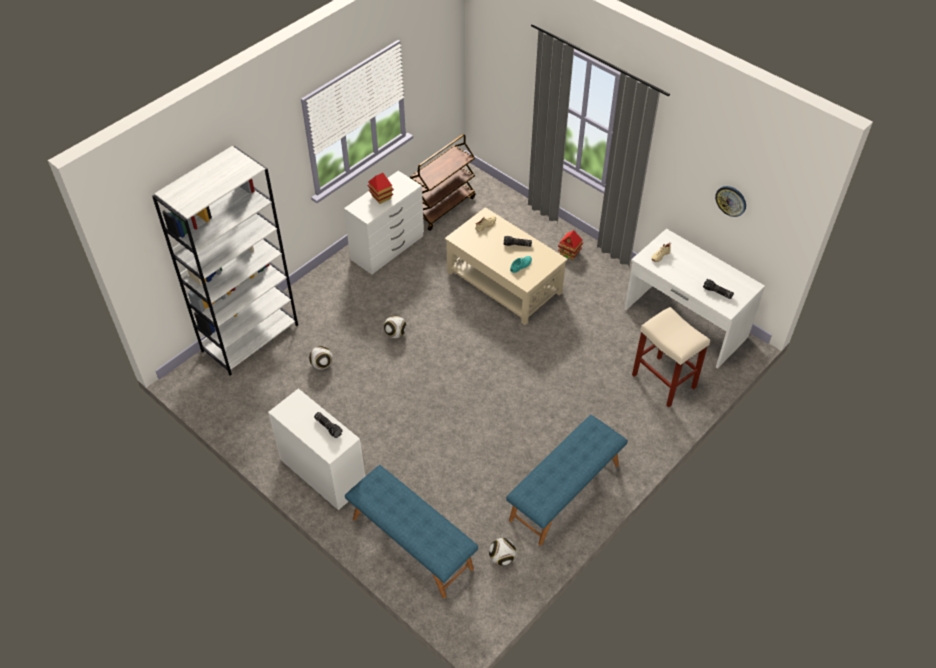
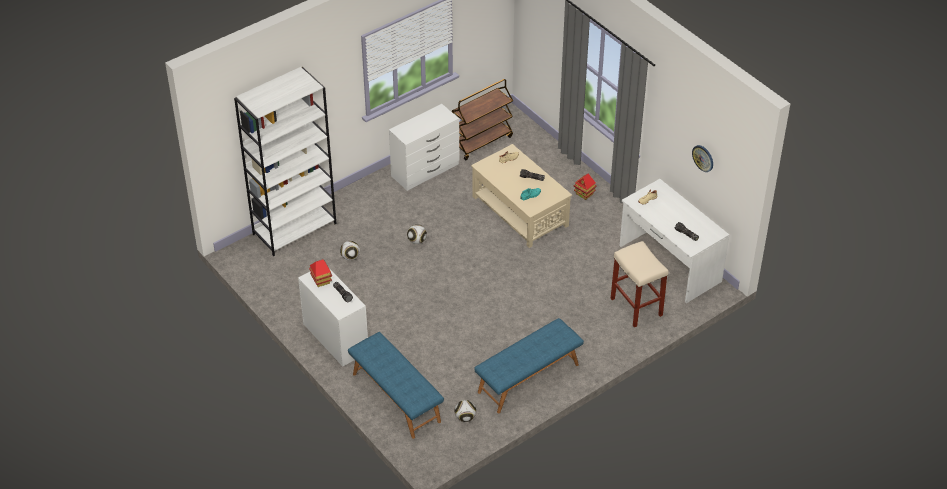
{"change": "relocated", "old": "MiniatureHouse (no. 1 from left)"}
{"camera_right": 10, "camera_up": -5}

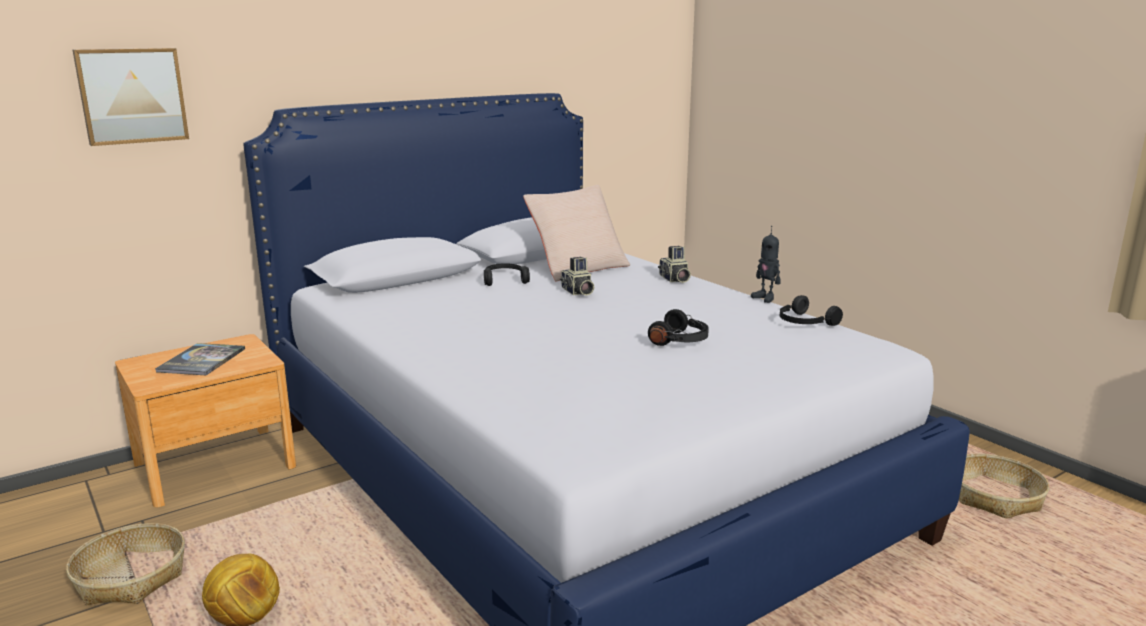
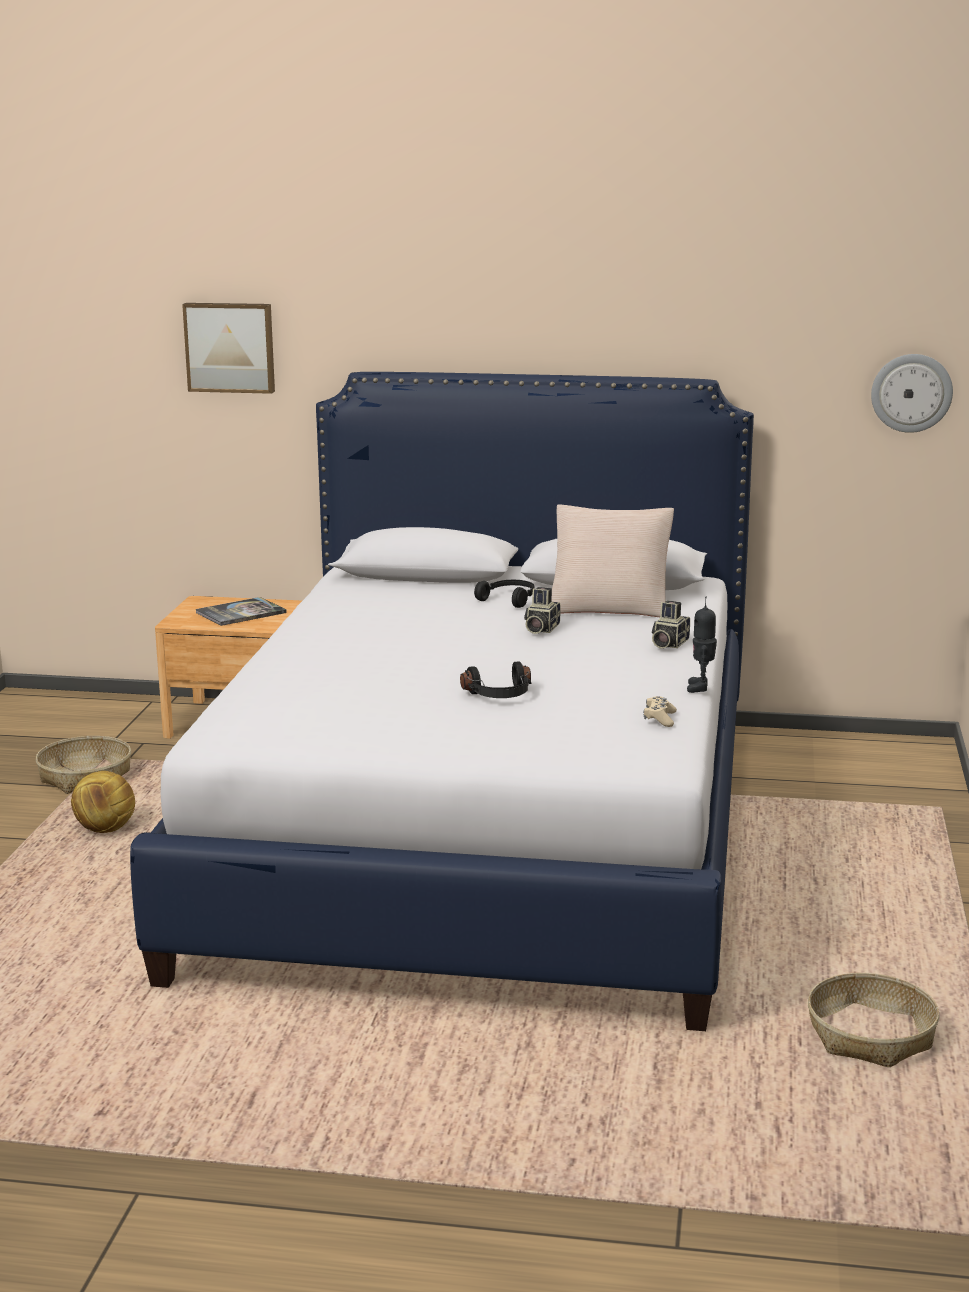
{"change": "exchanged", "old": "BlackHeadset (no. 3 from left)", "new": "BeigeColouredGameController"}
{"change": "appeared", "new": "ClockOnTheWall"}
{"camera_right": 45, "camera_up": 0}

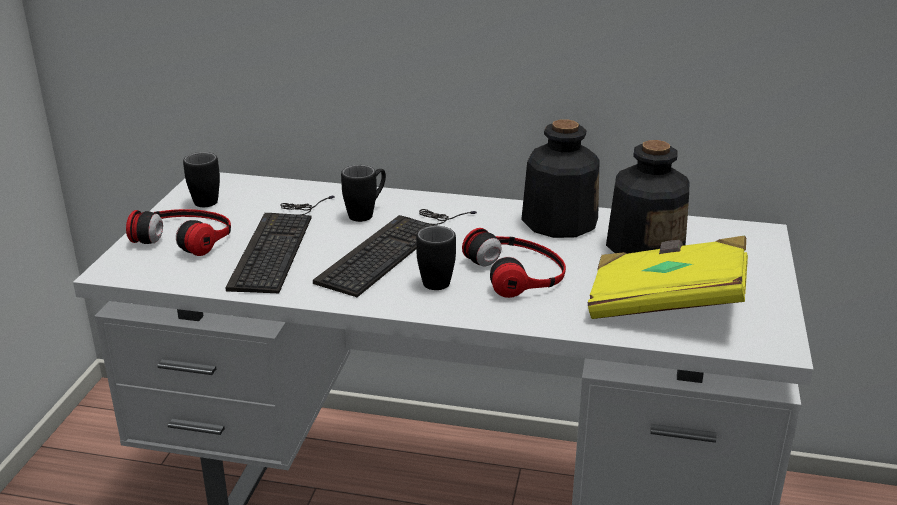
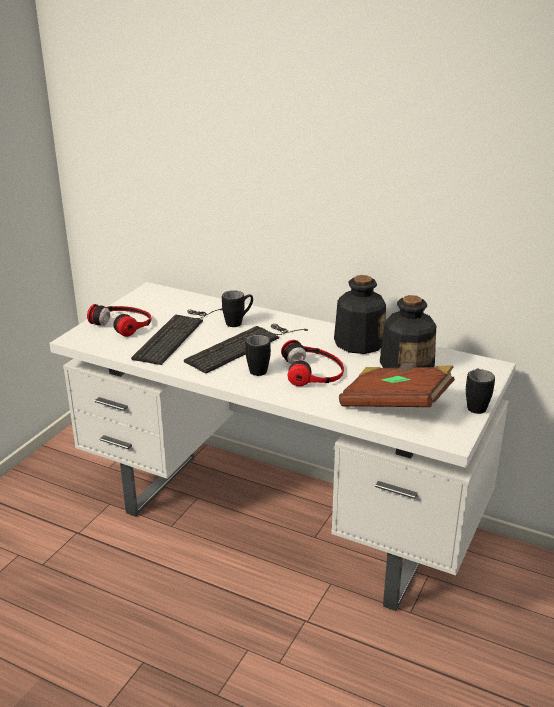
{"change": "colour", "old": "YellowColouredBoundBook", "new": "BrownColouredBoundBook"}
{"change": "relocated", "old": "BlackCoffeeMug (no. 1 from left in the first image)", "new": "BlackCoffeeMug (no. 3 from left)"}
{"camera_right": 15, "camera_up": 0}

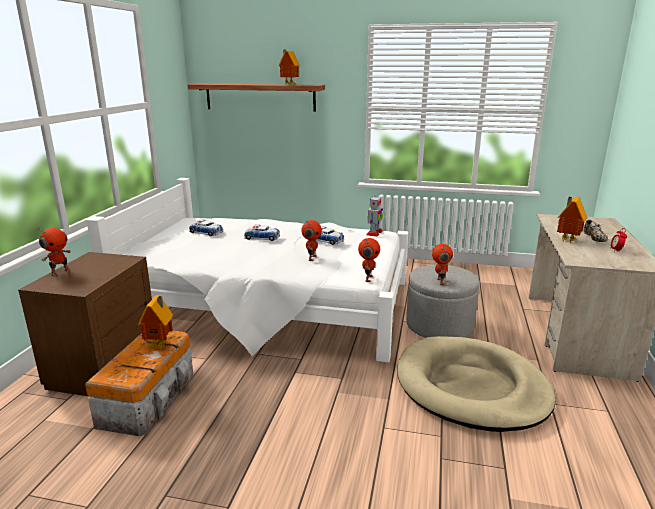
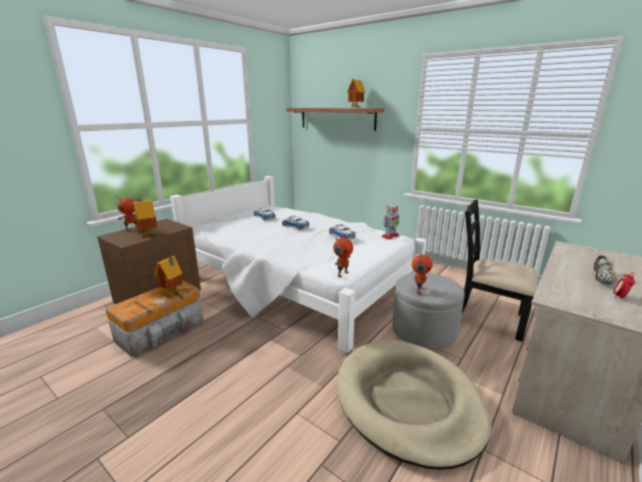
{"change": "relocated", "old": "MiniatureHouse (no. 3 from left in the first image)", "new": "MiniatureHouse (no. 1 from left)"}
{"change": "appeared", "new": "BlackUprightChair"}
{"change": "missing", "old": "ToyRobot (no. 2 from left)"}
{"camera_right": 25, "camera_up": 0}

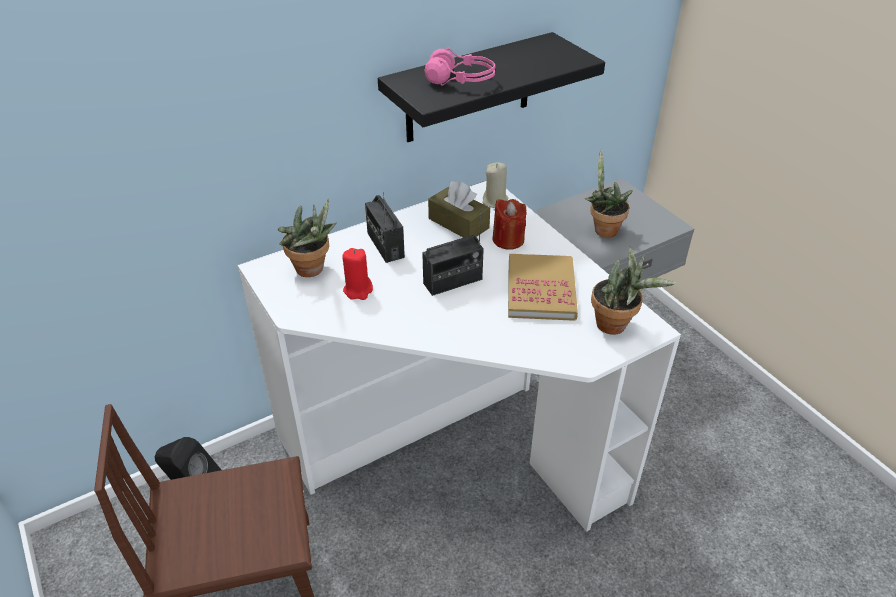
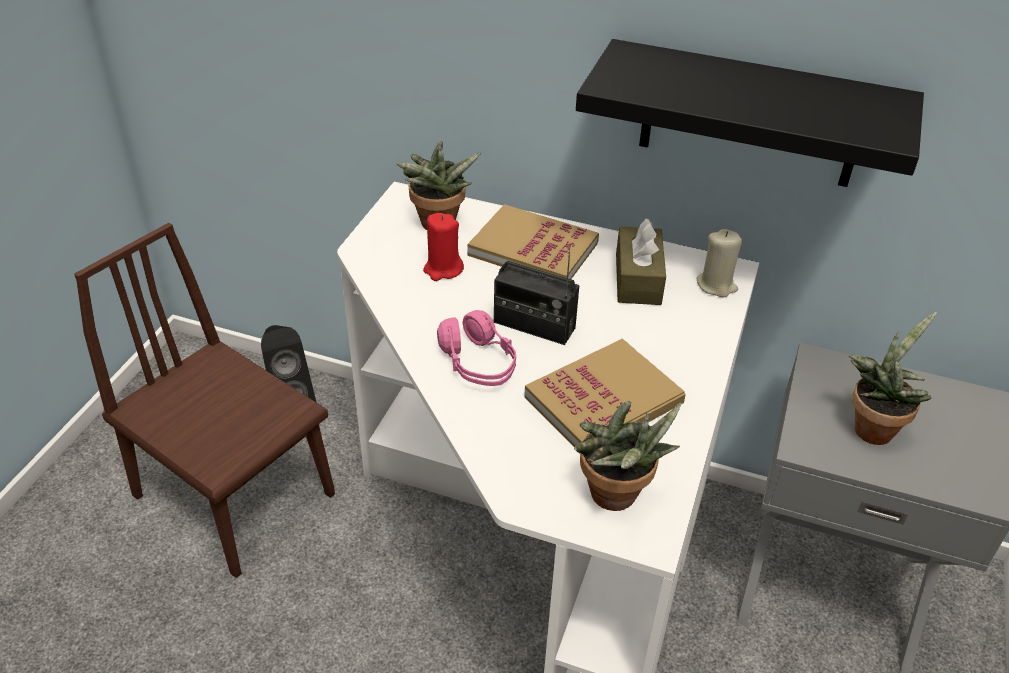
{"change": "relocated", "old": "PinkishHeadset"}
{"change": "exchanged", "old": "RadioReceiver (no. 1 from left)", "new": "BoundBook (no. 1 from left)"}
{"change": "missing", "old": "ReddishWaxCandle (no. 2 from left)"}
{"camera_right": 50, "camera_up": 0}

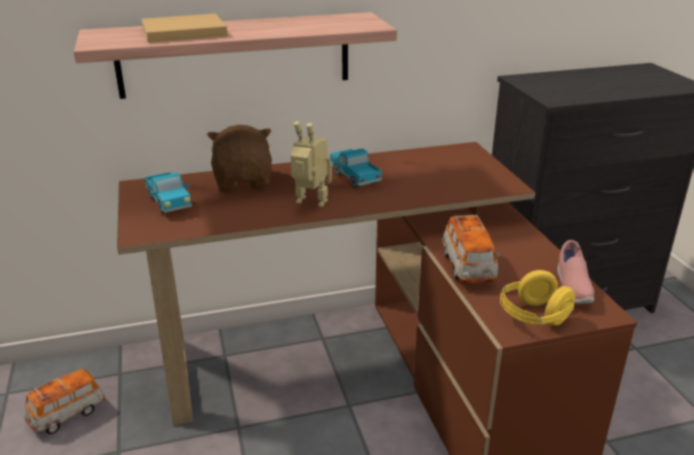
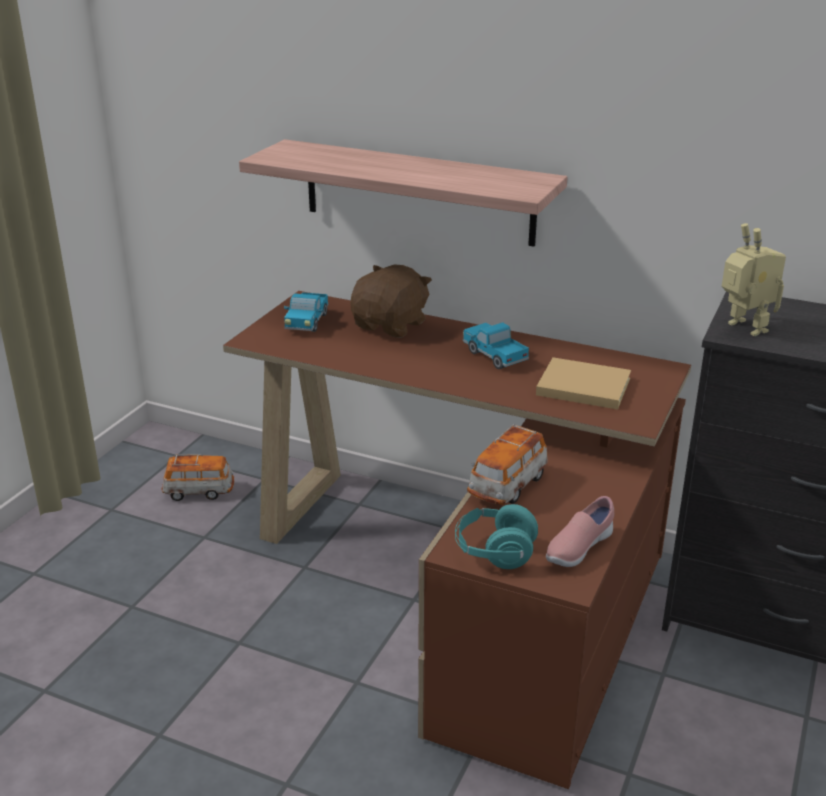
{"change": "colour", "old": "YellowColouredHeadset", "new": "TurquoiseColouredHeadset"}
{"change": "spun", "old": "ToyTruck (no. 2 from left)", "degrees": -45}
{"change": "relocated", "old": "BeigeColouredBoundBook"}
{"change": "relocated", "old": "ToyRobot"}
{"camera_right": 40, "camera_up": 0}

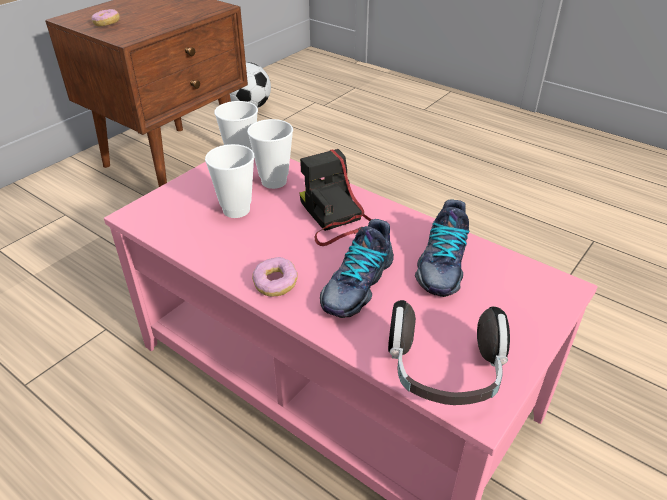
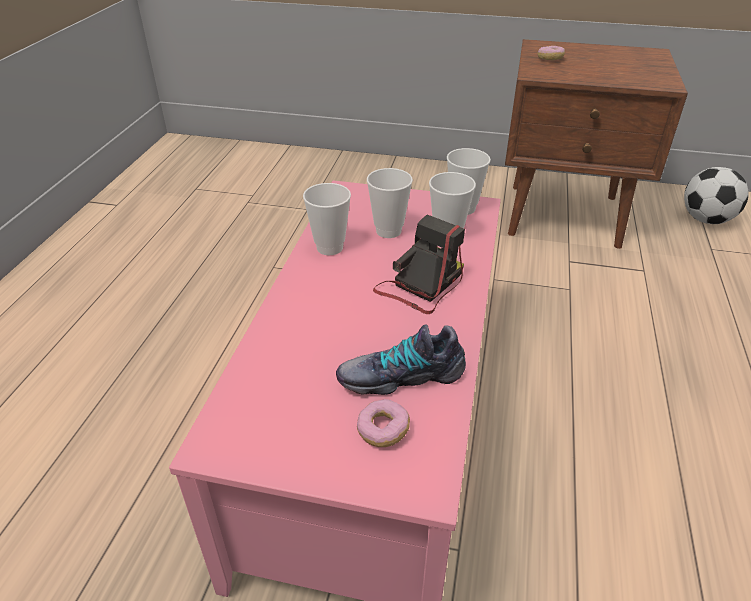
{"change": "appeared", "new": "SmallCup (no. 1 from left)"}
{"change": "relocated", "old": "RingDoughnut (no. 2 from left in the first image)", "new": "RingDoughnut (no. 1 from left)"}
{"change": "missing", "old": "ItemOfFootwear (no. 1 from left)"}
{"change": "missing", "old": "Headset"}
{"camera_right": 65, "camera_up": 0}

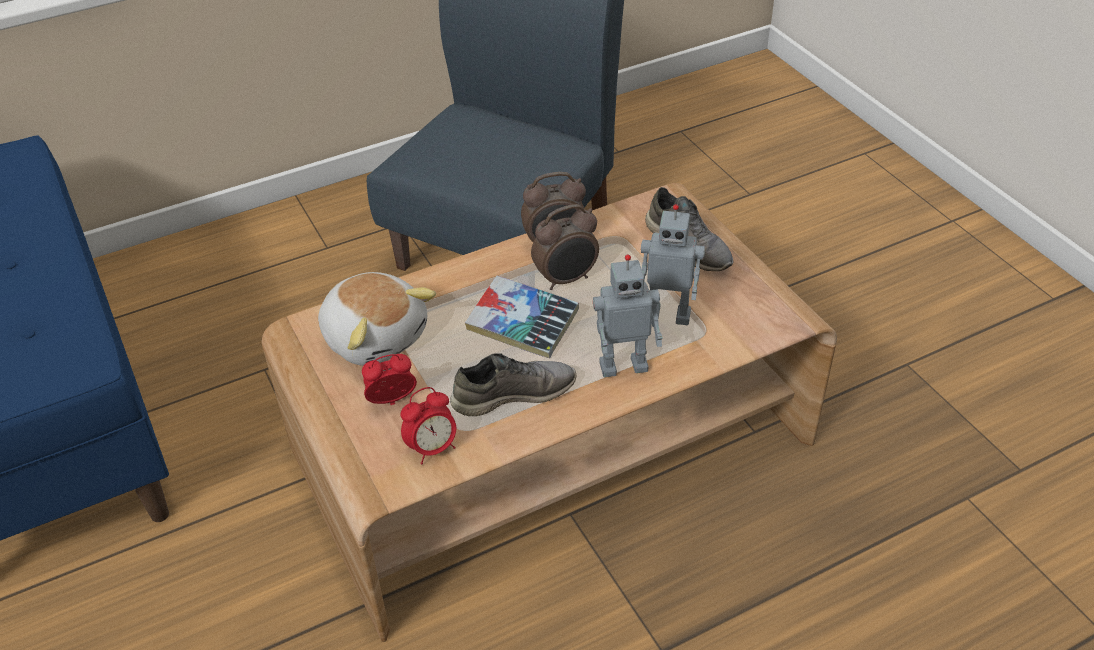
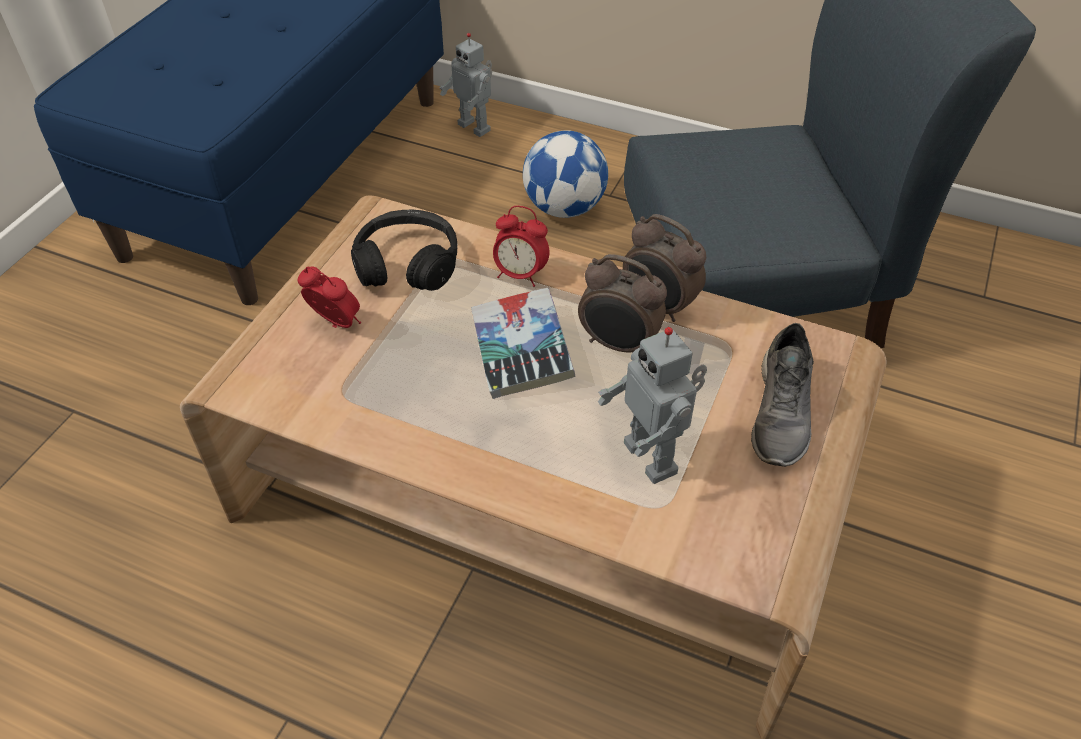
{"change": "exchanged", "old": "SoftToy", "new": "BlackHeadset"}
{"change": "relocated", "old": "ToyRobot (no. 1 from left)"}
{"change": "relocated", "old": "TableClock (no. 2 from left)"}
{"change": "appeared", "new": "Football"}
{"change": "missing", "old": "GrayItemOfFootwear (no. 1 from left)"}
{"camera_right": 50, "camera_up": 5}

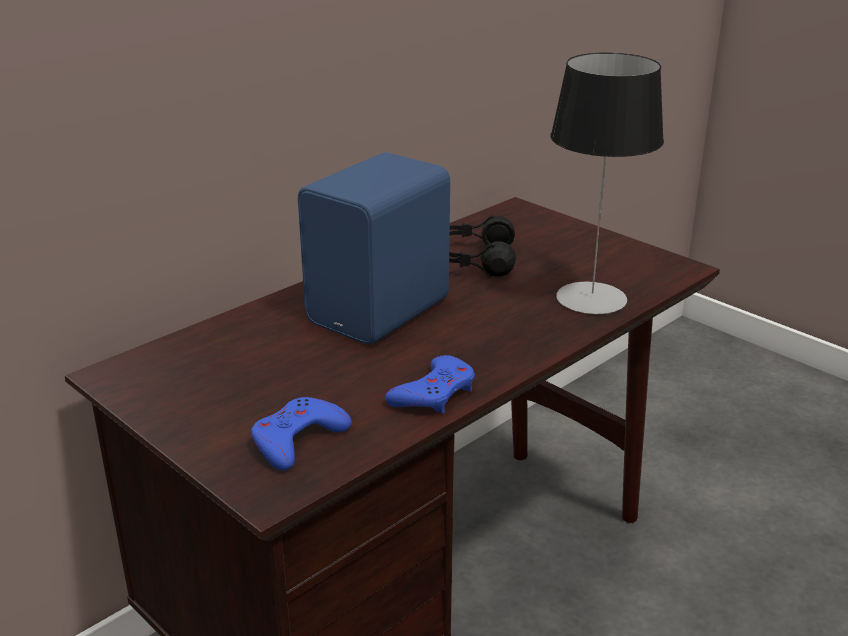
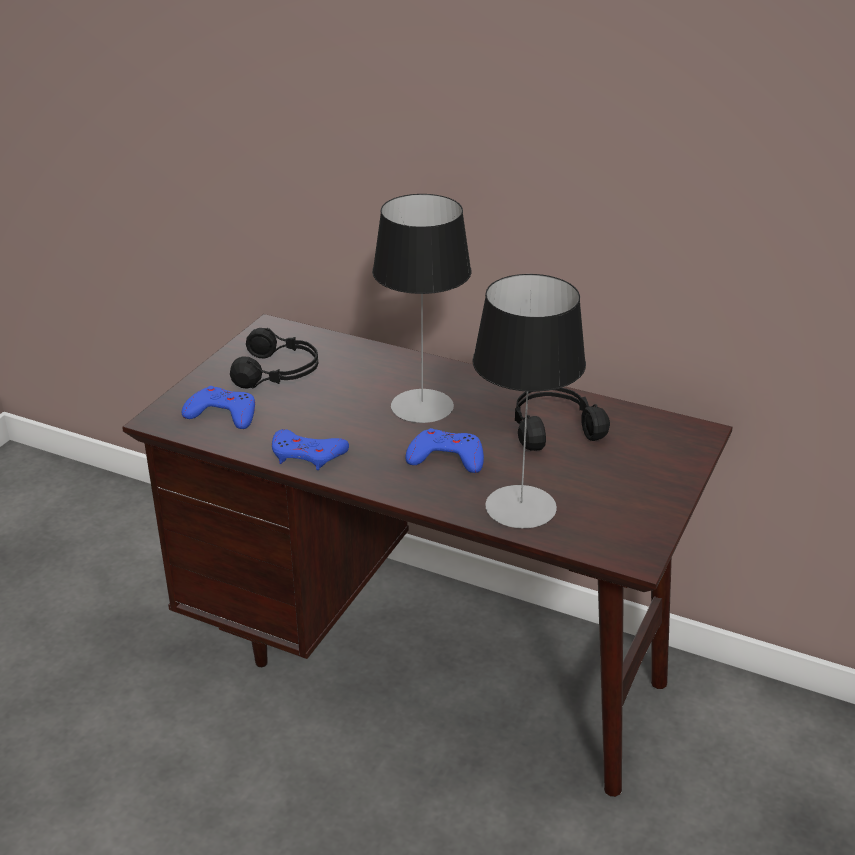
{"change": "appeared", "new": "BlackHeadset (no. 1 from left)"}
{"change": "exchanged", "old": "BlueLoudspeaker", "new": "TabletopLamp (no. 1 from left)"}
{"change": "appeared", "new": "BlueGameController (no. 3 from left)"}
{"camera_right": 70, "camera_up": 5}

